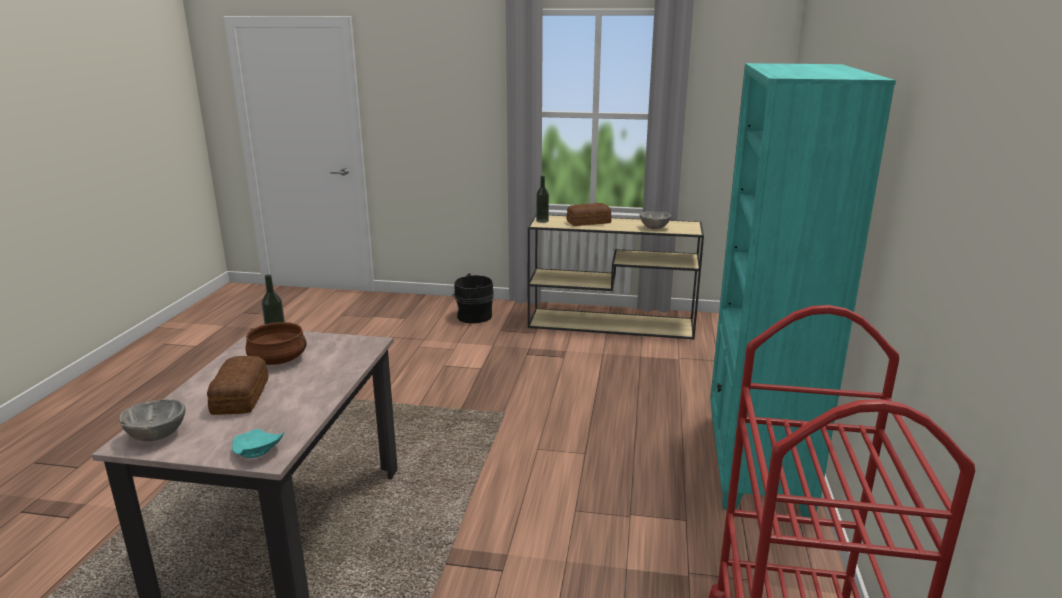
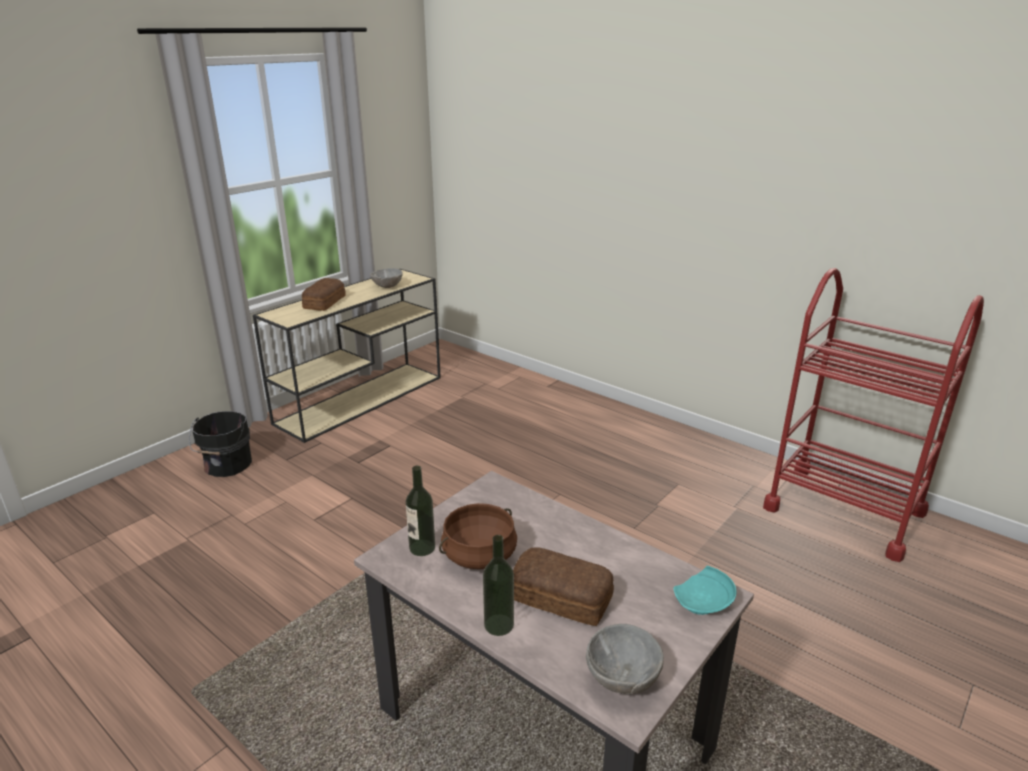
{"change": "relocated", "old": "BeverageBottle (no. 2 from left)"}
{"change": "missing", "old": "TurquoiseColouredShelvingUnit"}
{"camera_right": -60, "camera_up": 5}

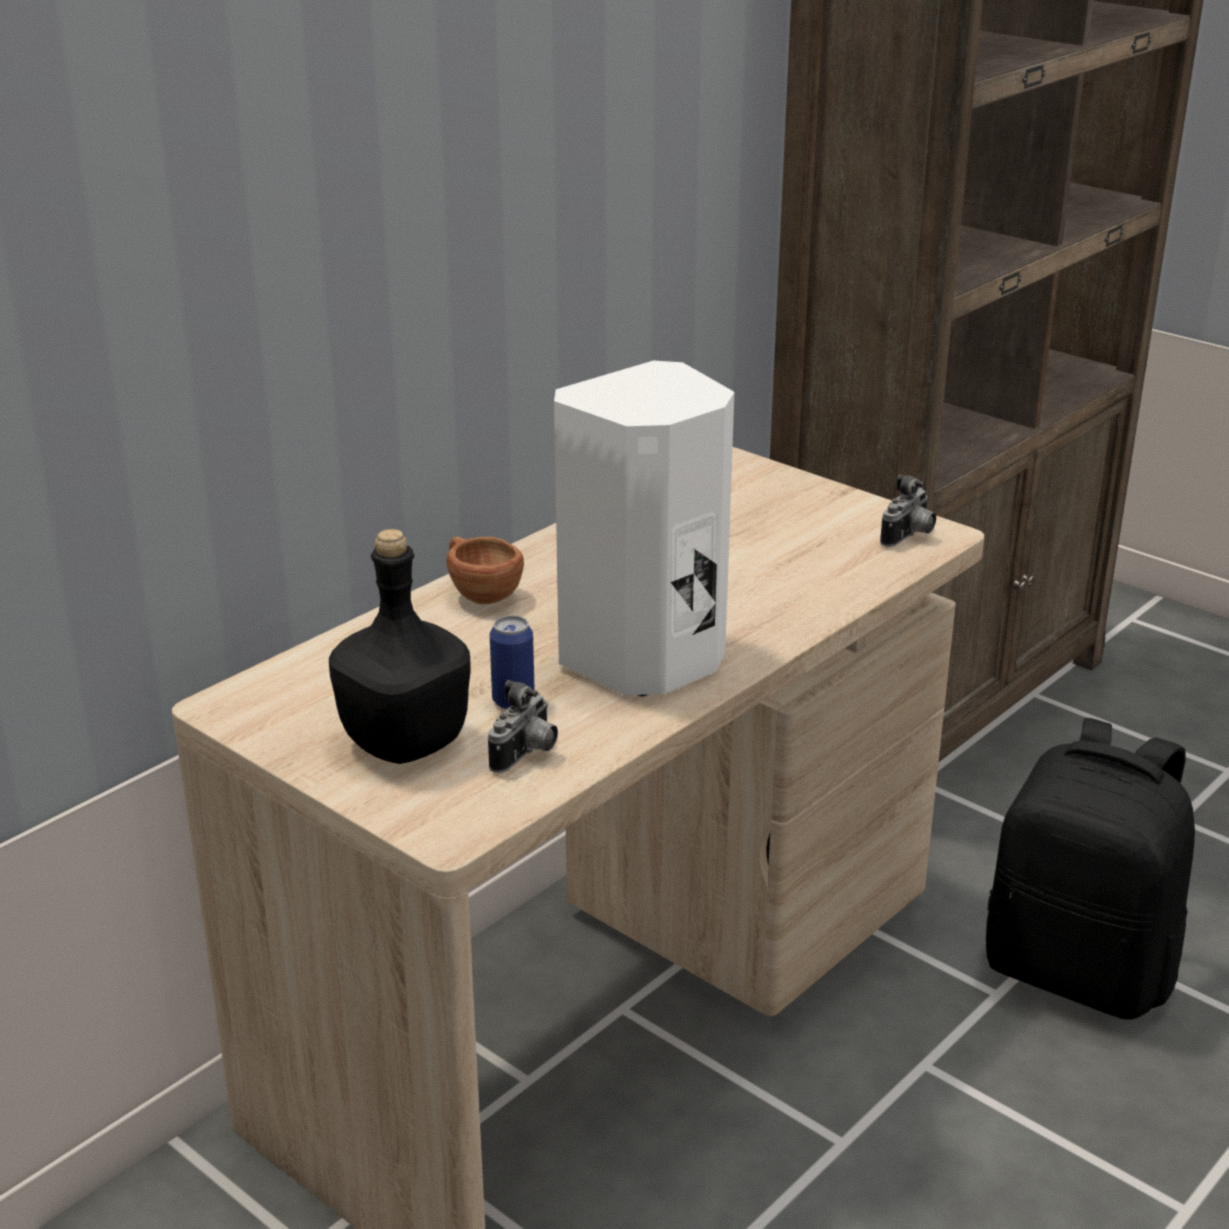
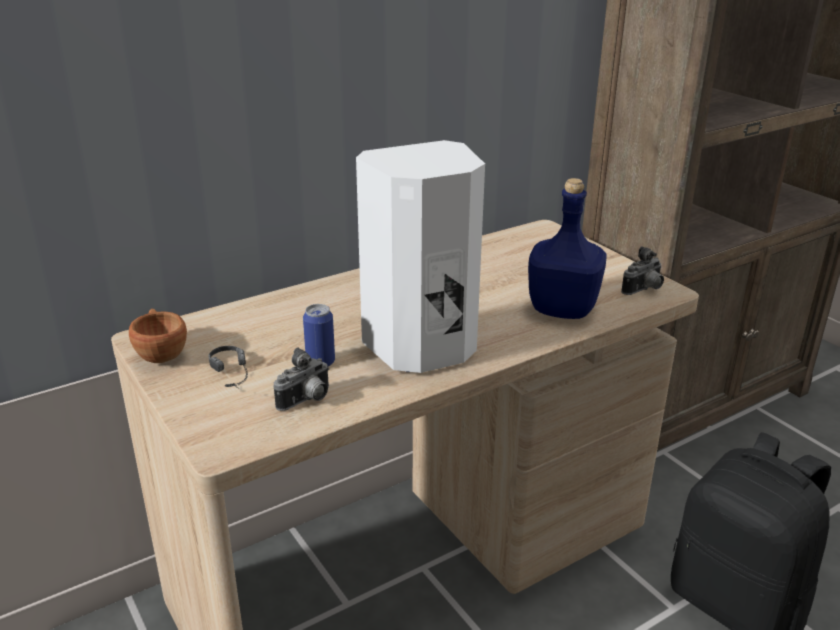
{"change": "relocated", "old": "BrownColouredSmallCup"}
{"change": "exchanged", "old": "BlackBeverageBottle", "new": "Headset"}
{"change": "appeared", "new": "BlueBeverageBottle"}
{"camera_right": 15, "camera_up": 0}

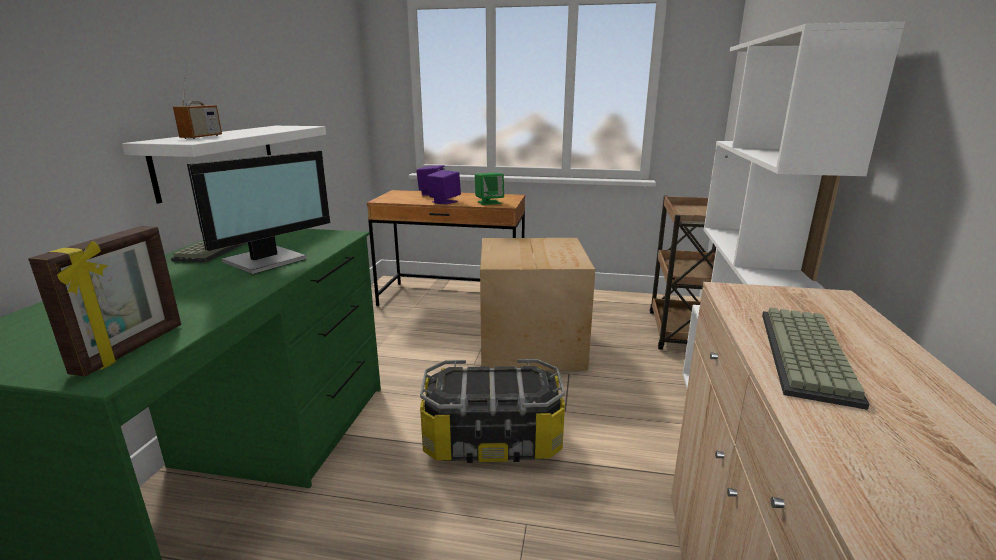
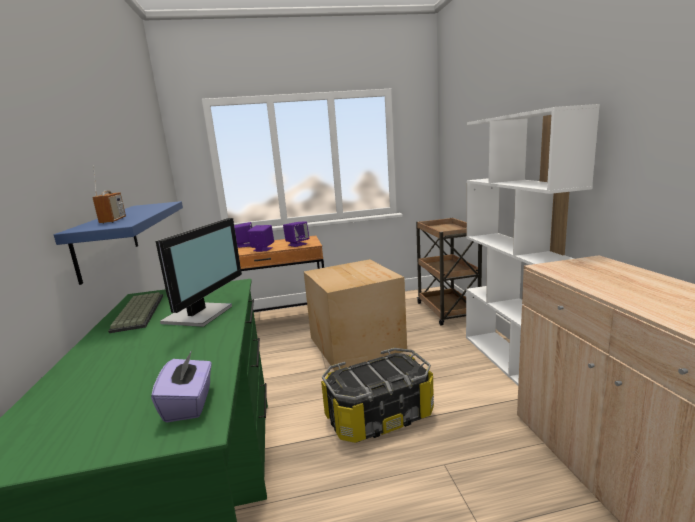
{"change": "colour", "old": "WhiteColouredShelf", "new": "BlueShelf"}
{"change": "exchanged", "old": "PhotoFrame", "new": "PurpleTissueBox"}
{"change": "colour", "old": "GreenishLoudspeaker", "new": "PurpleLoudspeaker (no. 3 from left)"}
{"change": "missing", "old": "PcKeyboard (no. 2 from left)"}
{"camera_right": -20, "camera_up": -5}

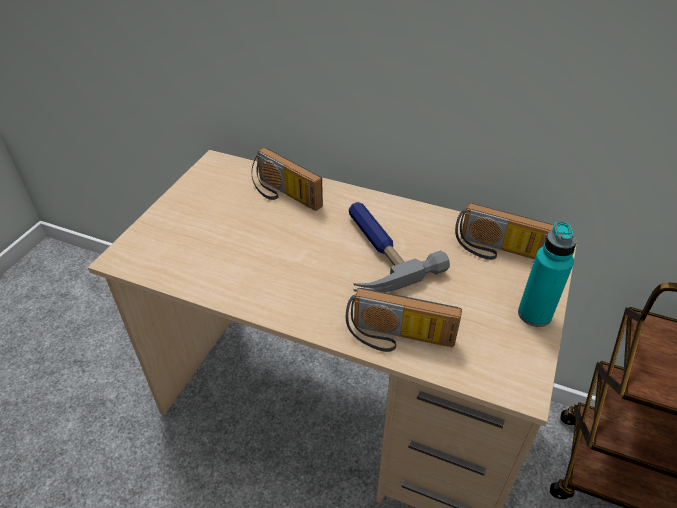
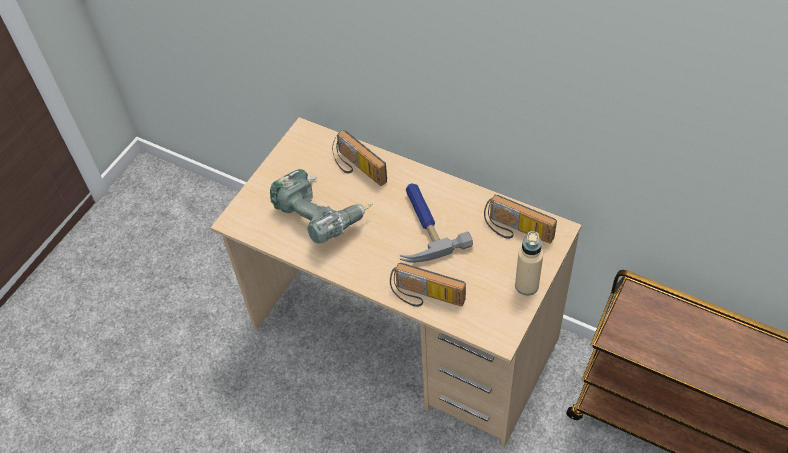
{"change": "appeared", "new": "ElectricDrill"}
{"change": "colour", "old": "TurquoiseColouredBeverageBottle", "new": "BeigeColouredBeverageBottle"}
{"camera_right": 10, "camera_up": 10}

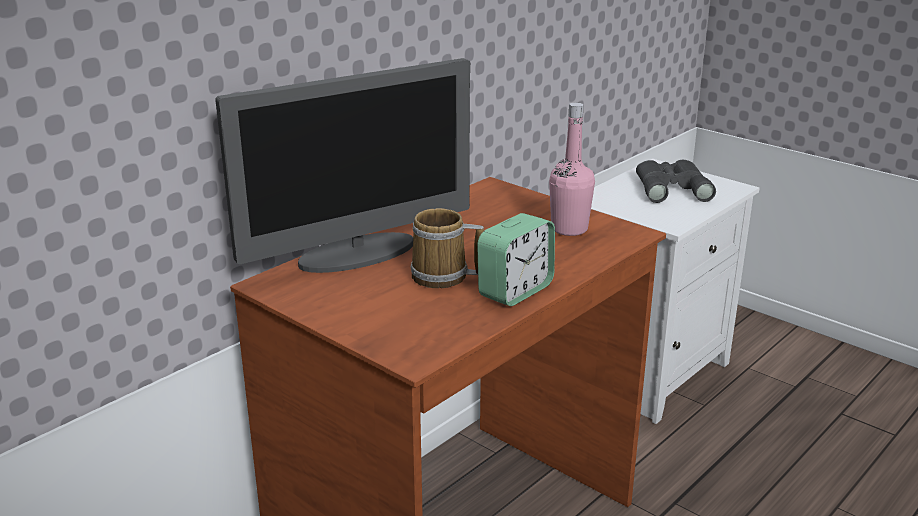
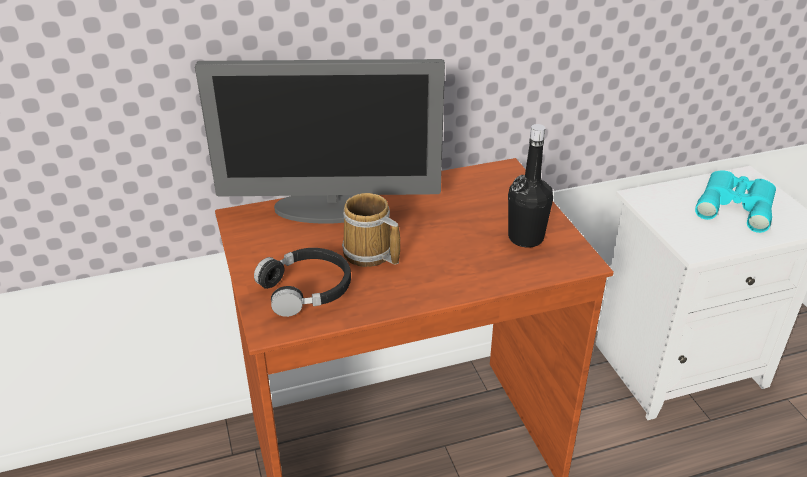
{"change": "appeared", "new": "BlackHeadset"}
{"change": "colour", "old": "PinkishBeverageBottle", "new": "BlackBeverageBottle"}
{"change": "colour", "old": "GrayFieldGlasses", "new": "TurquoiseColouredFieldGlasses"}
{"change": "missing", "old": "TableClock"}
{"camera_right": 30, "camera_up": 10}

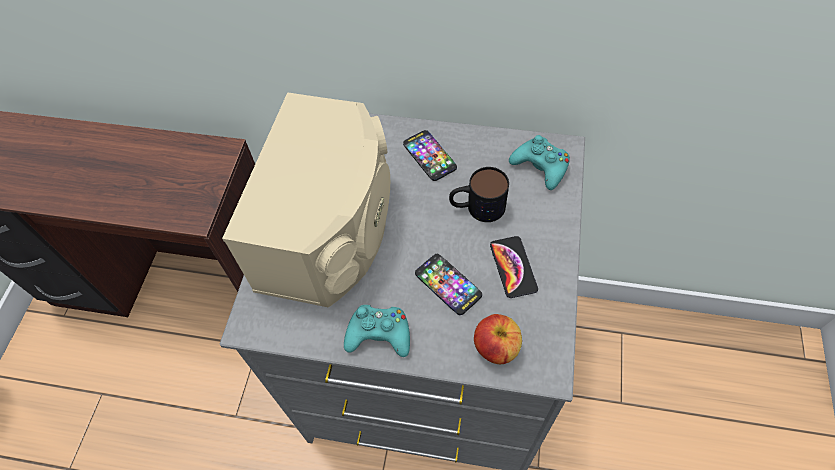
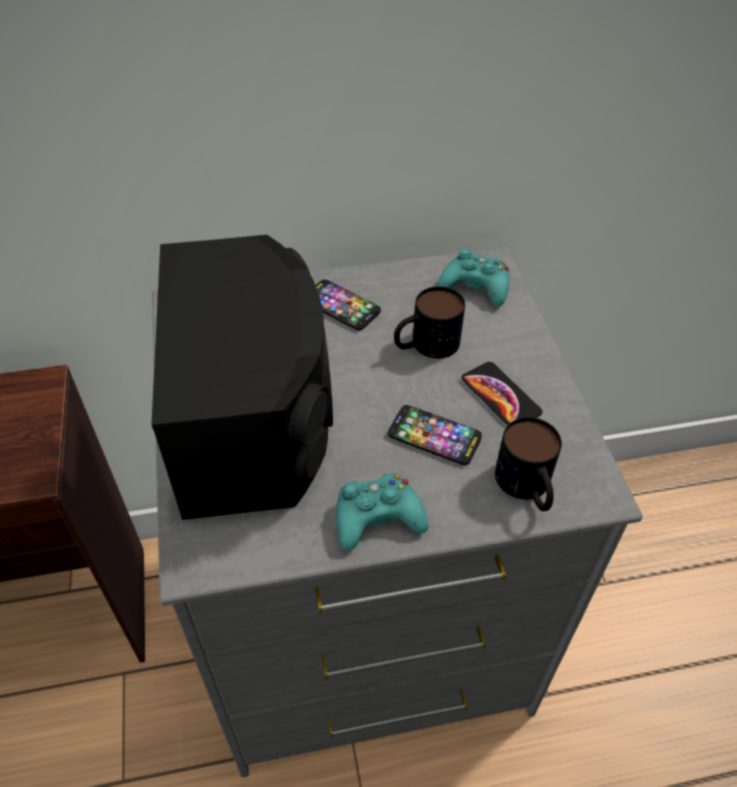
{"change": "colour", "old": "BeigeColouredLoudspeaker", "new": "BlackLoudspeaker"}
{"change": "exchanged", "old": "AppleFruit", "new": "CoffeeMug (no. 2 from left)"}
{"camera_right": -25, "camera_up": -10}

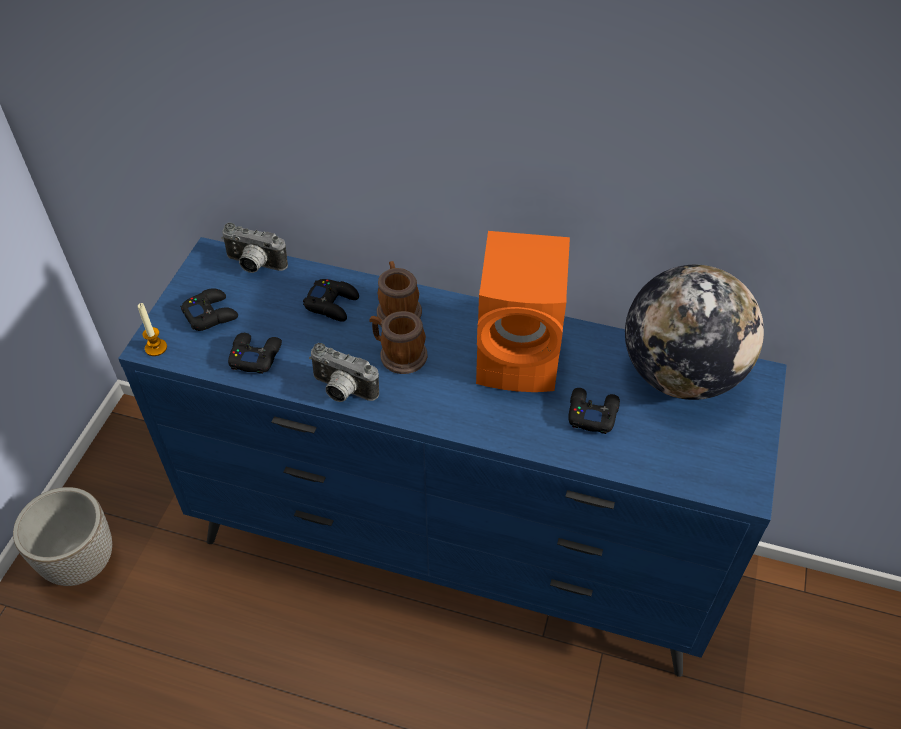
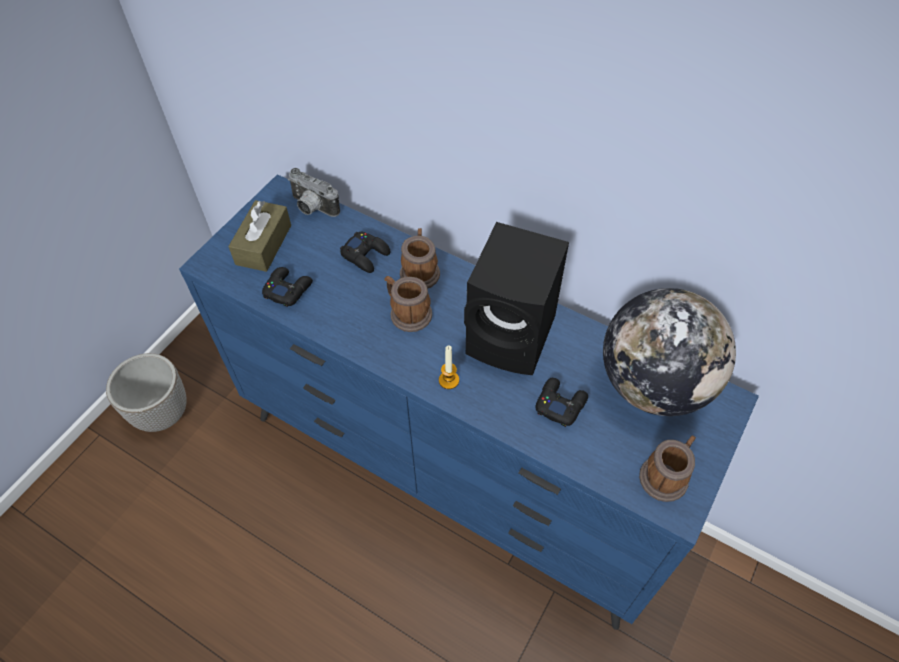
{"change": "exchanged", "old": "BlackGameController (no. 1 from left)", "new": "BrownColouredTissueBox"}
{"change": "relocated", "old": "WaxCandle"}
{"change": "colour", "old": "OrangeyLoudspeaker", "new": "BlackLoudspeaker"}
{"change": "appeared", "new": "CoffeeMug (no. 3 from left)"}
{"change": "missing", "old": "PhotoCamera (no. 2 from left)"}
{"camera_right": 15, "camera_up": 5}

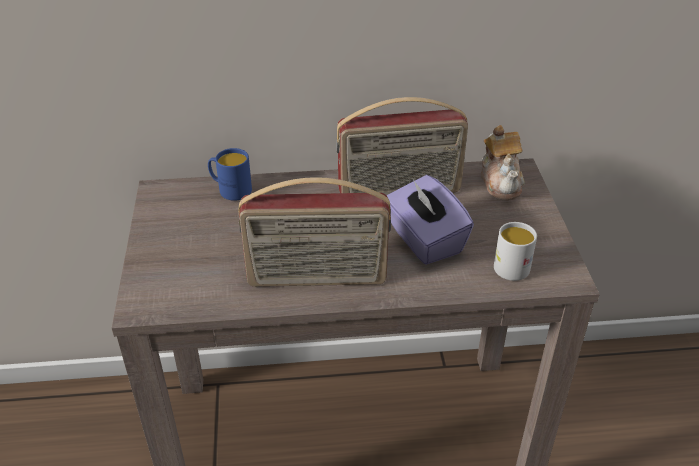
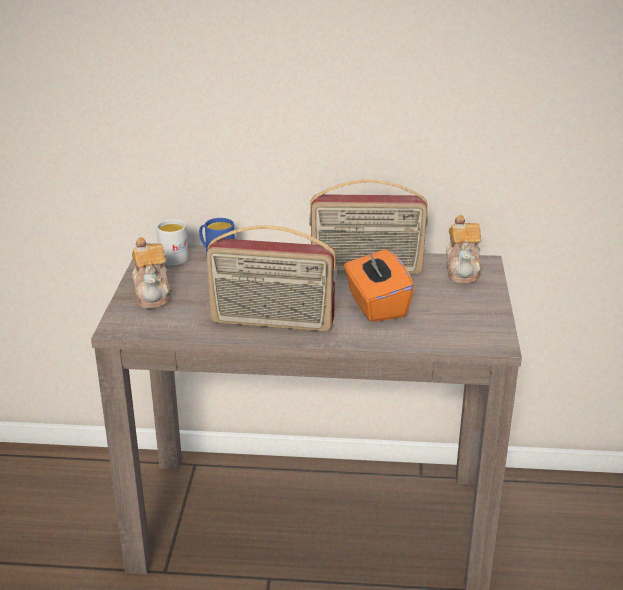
{"change": "appeared", "new": "TeaPot (no. 1 from left)"}
{"change": "relocated", "old": "WhiteColouredCoffeeMug"}
{"change": "colour", "old": "PurpleTissueBox", "new": "OrangeyTissueBox"}
{"camera_right": 10, "camera_up": -10}

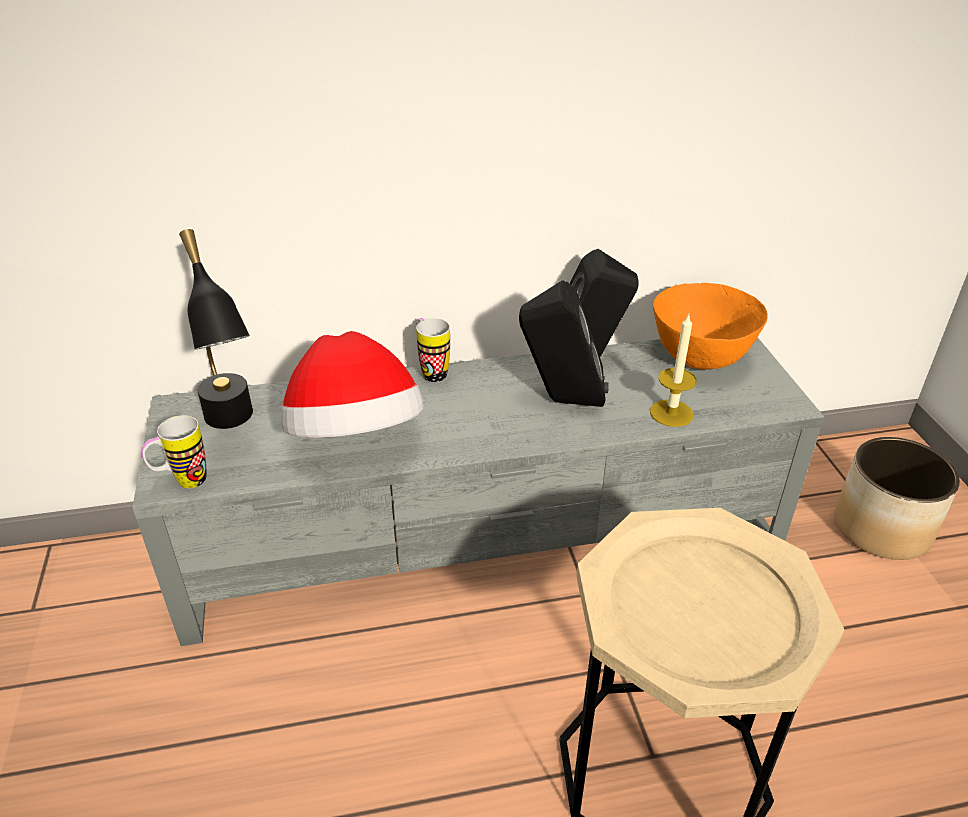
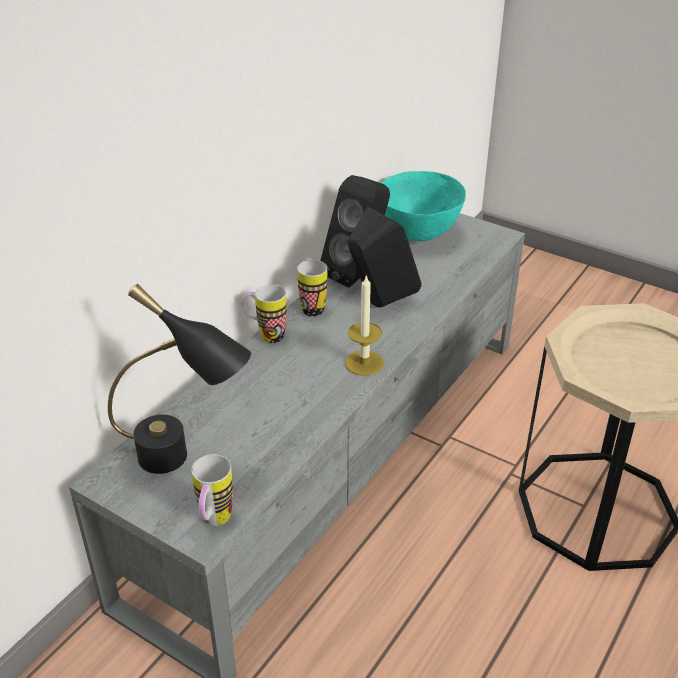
{"change": "appeared", "new": "CoffeeMug (no. 3 from left)"}
{"change": "relocated", "old": "WaxCandle"}
{"change": "colour", "old": "OrangeyServingBowl", "new": "TurquoiseColouredServingBowl"}
{"change": "missing", "old": "ClothingHat"}
{"change": "missing", "old": "FlowerPot"}
{"camera_right": -45, "camera_up": 0}

